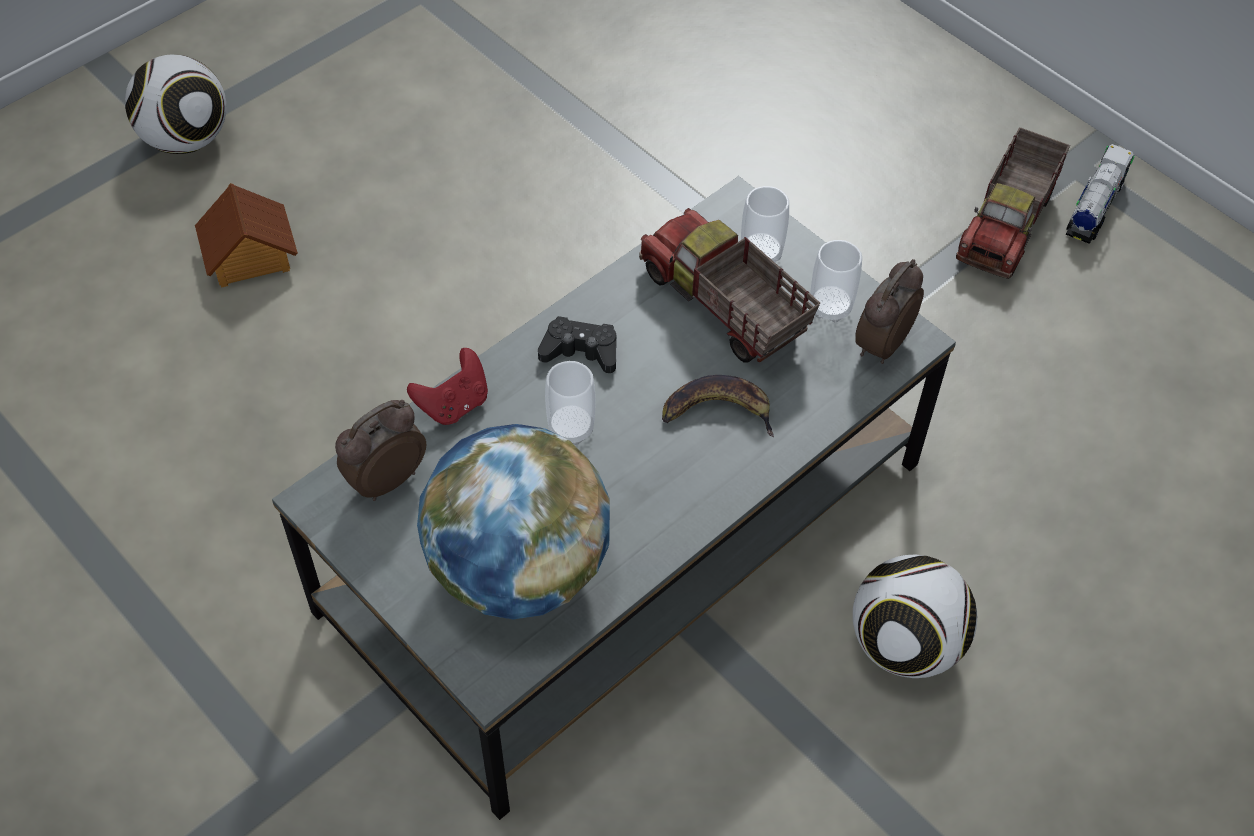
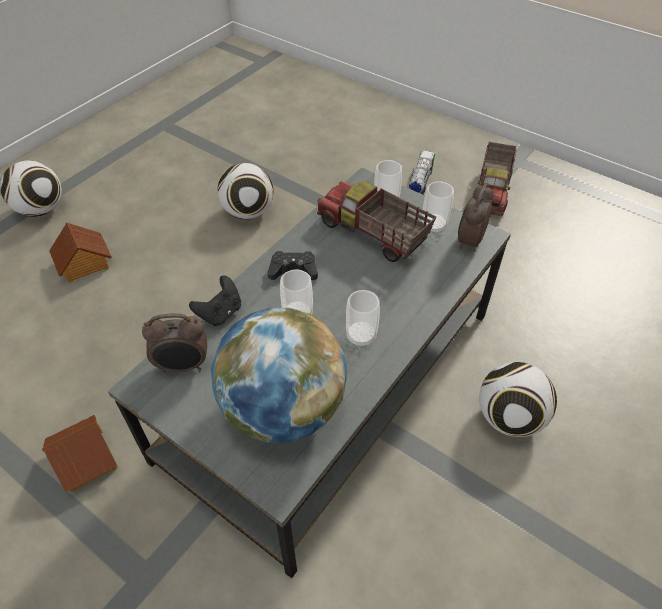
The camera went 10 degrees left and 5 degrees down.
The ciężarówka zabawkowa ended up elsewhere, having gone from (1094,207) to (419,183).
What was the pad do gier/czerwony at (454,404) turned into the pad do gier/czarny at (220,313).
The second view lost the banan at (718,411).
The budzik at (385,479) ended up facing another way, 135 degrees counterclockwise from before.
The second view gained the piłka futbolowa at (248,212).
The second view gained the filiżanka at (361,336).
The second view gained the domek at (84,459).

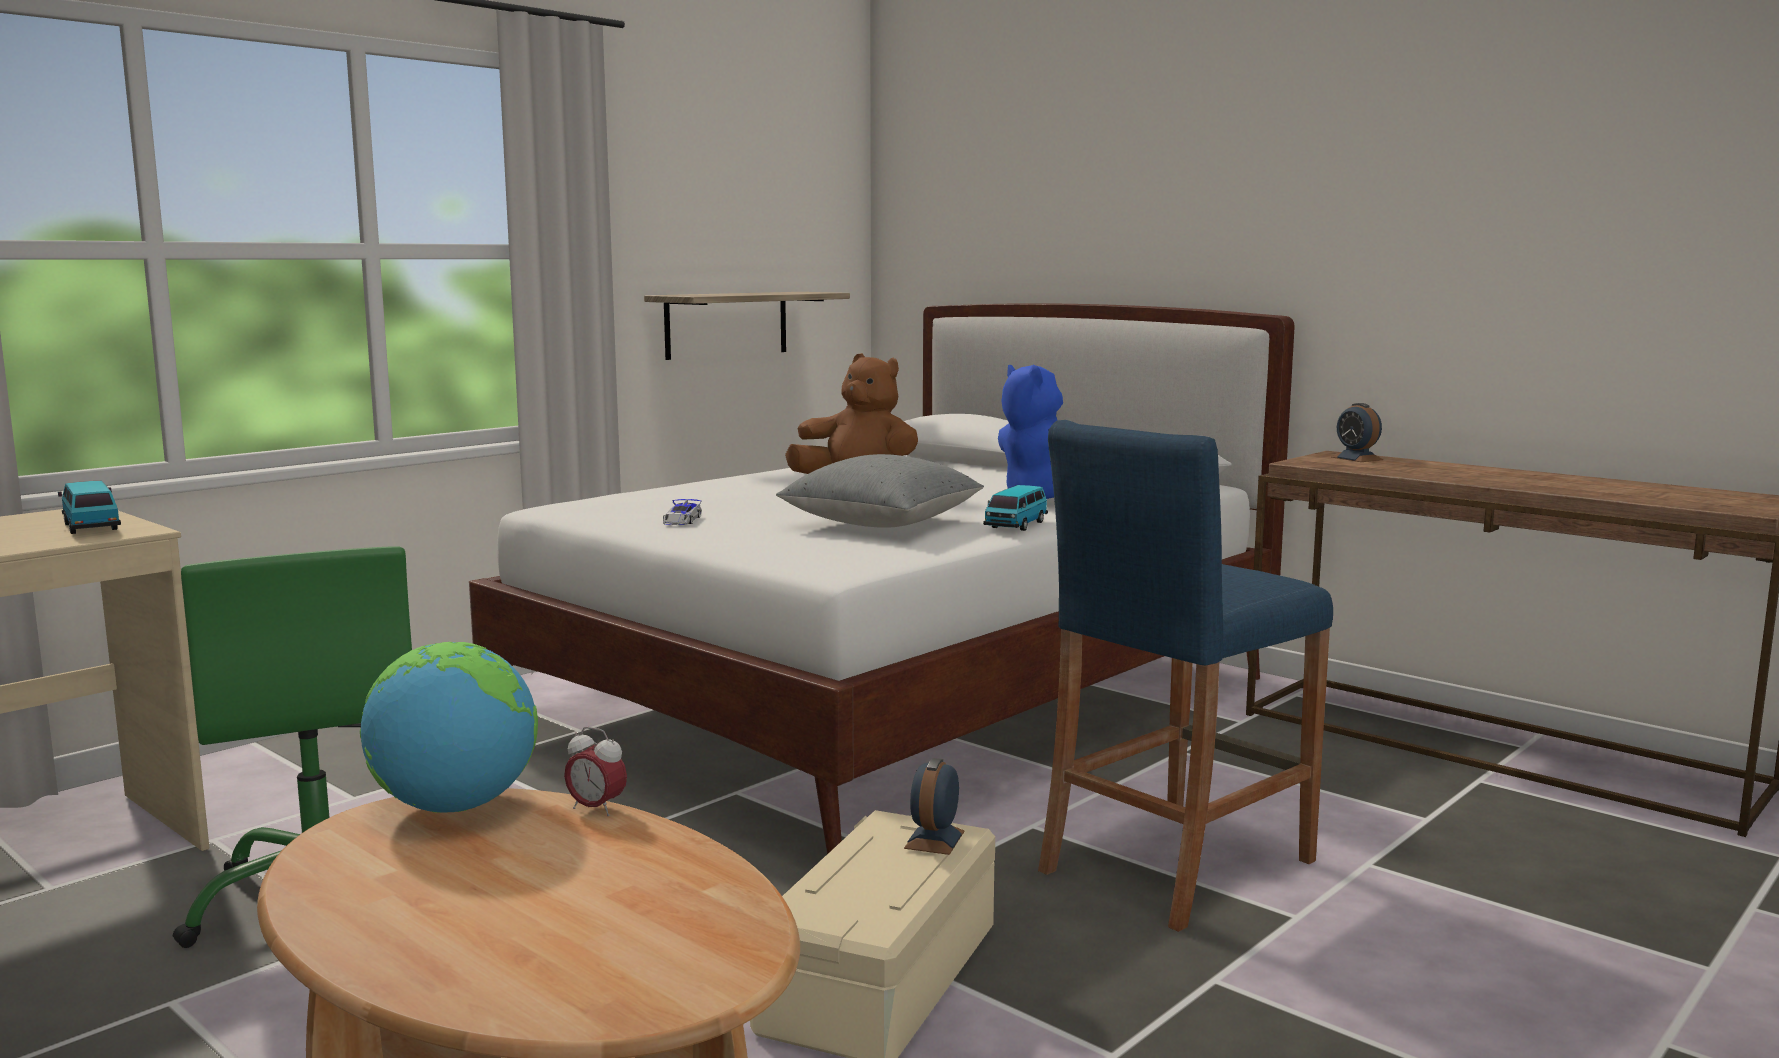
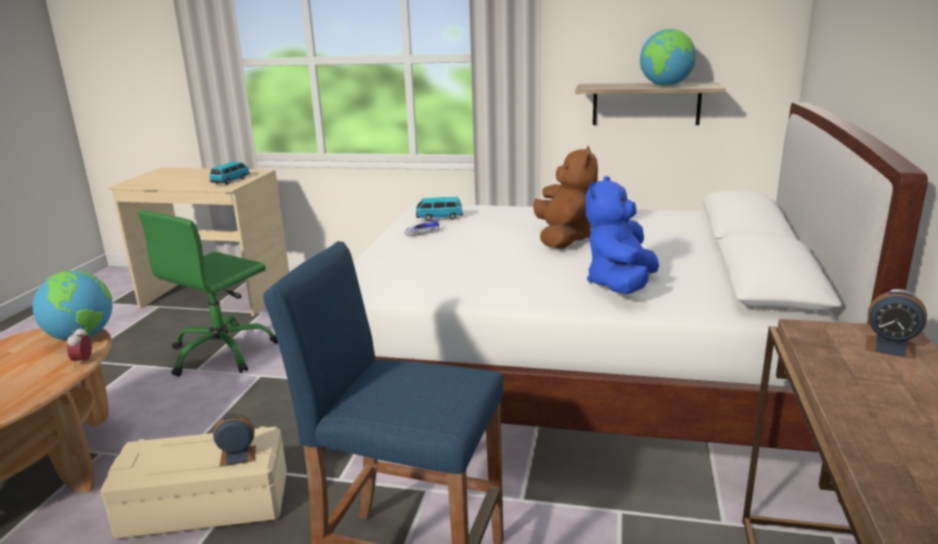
The camera went 60 degrees right and 10 degrees up.
The budzik at (1357,458) ended up facing another way, 90 degrees counterclockwise from before.
The second view lost the poduszka/szary at (881,524).
The samochodzik ended up elsewhere, having gone from (1016,525) to (439,217).
The second view gained the globus at (665,86).

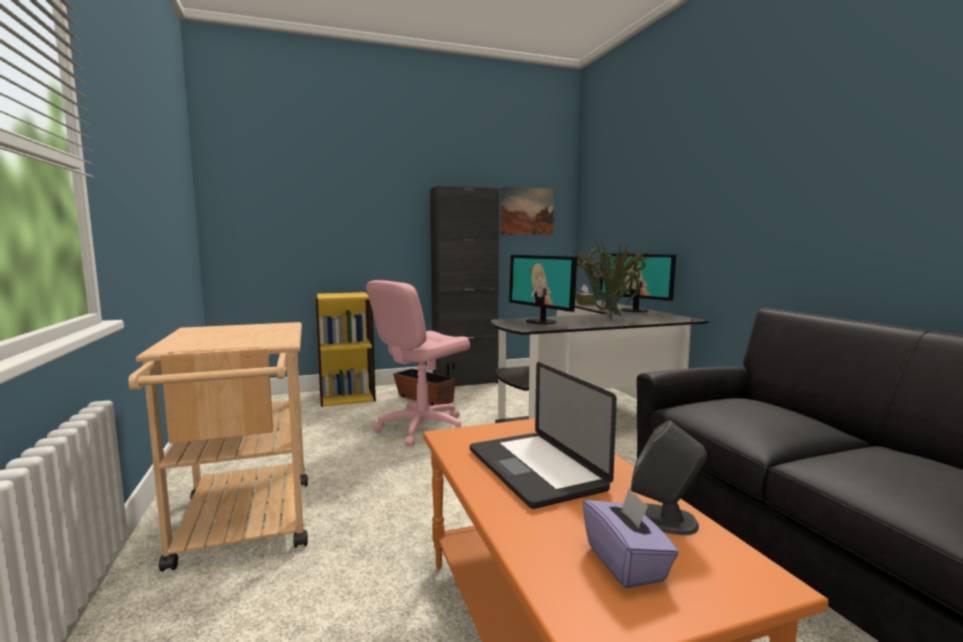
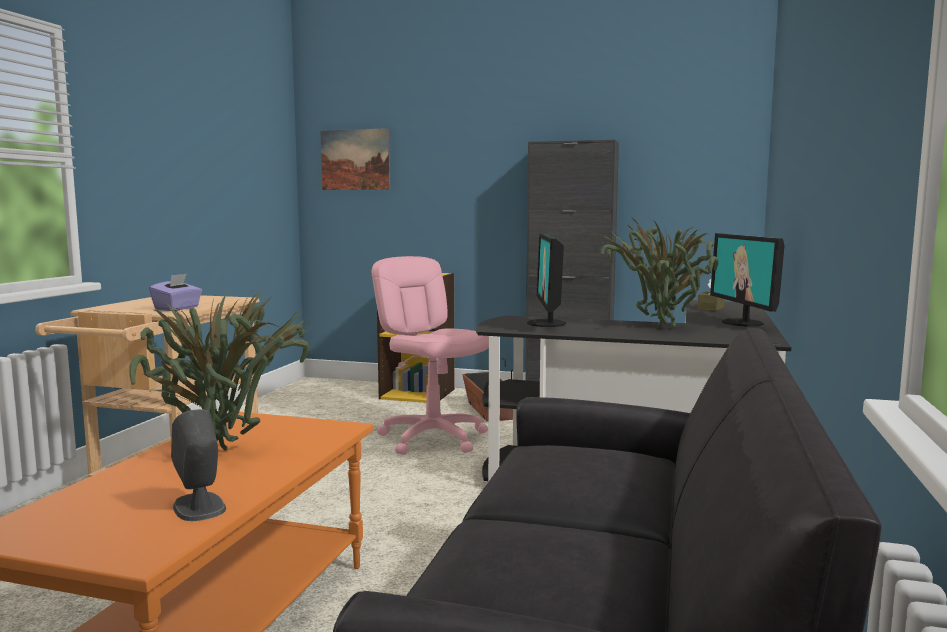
The camera went 35 degrees right and 0 degrees up.
The obraz ended up elsewhere, having gone from (527,211) to (355,159).
The krzesło biurowe/różowy at (422,428) ended up facing another way, 60 degrees clockwise from before.
Where the laptop stood at (534,469), the roślina doniczkowa came to stand at (223,454).
The pudełko chusteczek/fioletowy ended up elsewhere, having gone from (626,563) to (177,308).

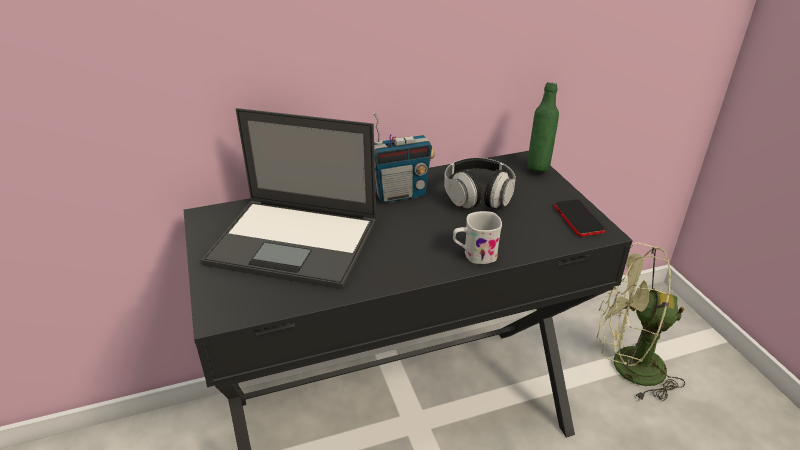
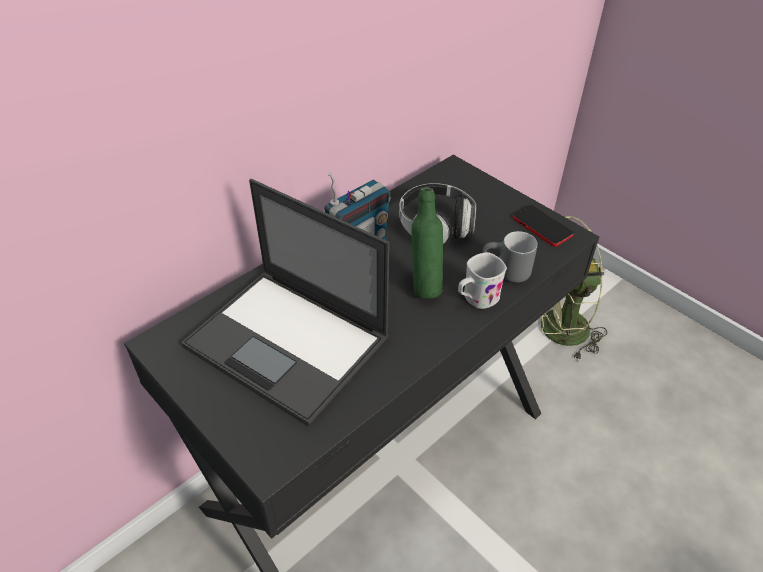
The camera went 25 degrees left and 10 degrees up.
The butelka/zielony ended up elsewhere, having gone from (538,167) to (424,286).
The laptop at (296,242) ended up facing another way, 45 degrees clockwise from before.
The second view gained the kubek/szary at (505,273).

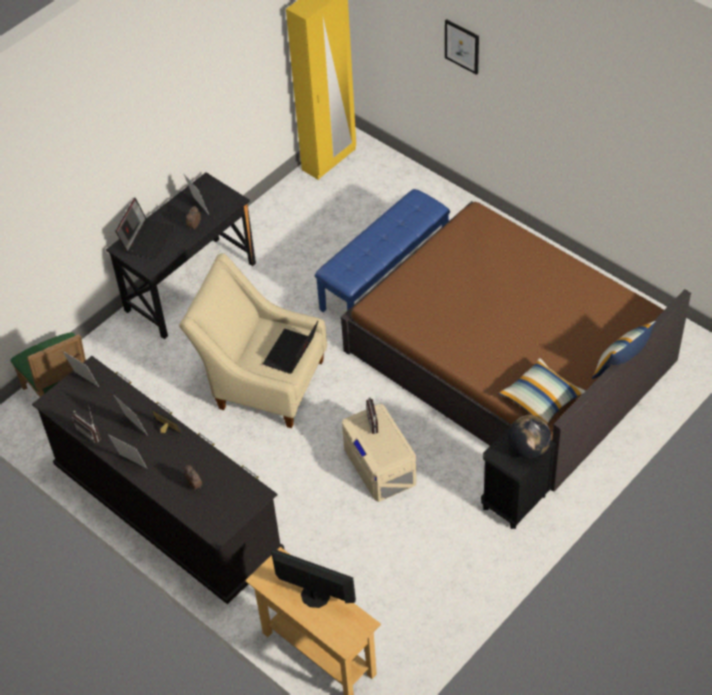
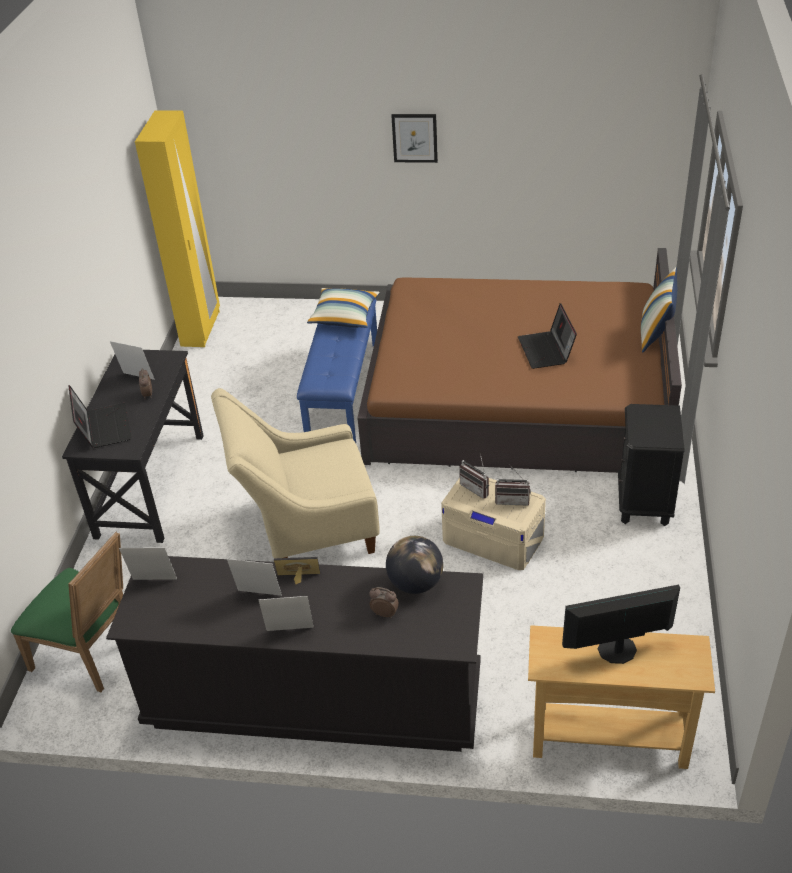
The camera went 35 degrees left and 10 degrees down.
The obraz ended up elsewhere, having gone from (462,46) to (415,137).
The laptop ended up elsewhere, having gone from (291,354) to (546,350).
The poduszka ended up elsewhere, having gone from (541,399) to (344,317).
The radio ended up elsewhere, having gone from (91,432) to (512,500).
The globus ended up elsewhere, having gone from (528,448) to (415,583).

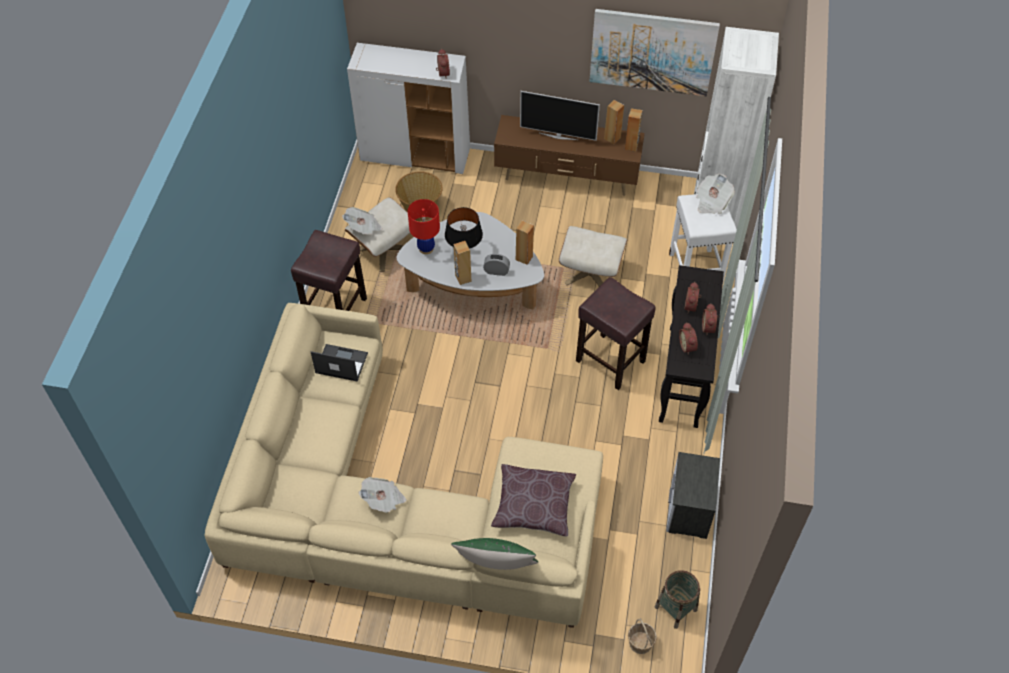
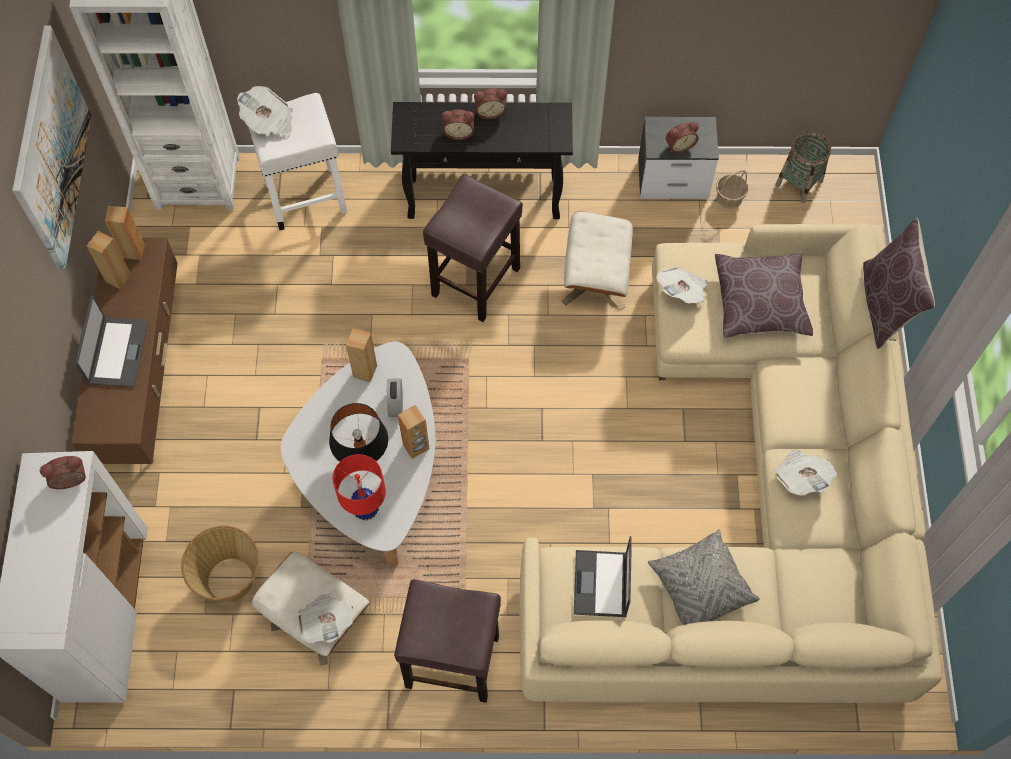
The camera went 100 degrees left and 10 degrees up.
Where the telewizor stood at (558,136), the laptop came to stand at (117,352).
The pufa/beżowy ended up elsewhere, having gone from (591,272) to (595,280).
The budzik ended up elsewhere, having gone from (688,346) to (679,145).
What was the poduszka/zielony at (496,568) turned into the poduszka/brązowy at (885,305).
The koszyk ended up elsewhere, having gone from (640,643) to (729,198).
The second view gained the gazeta at (682,291).
The second view gained the poduszka/szary at (700,586).

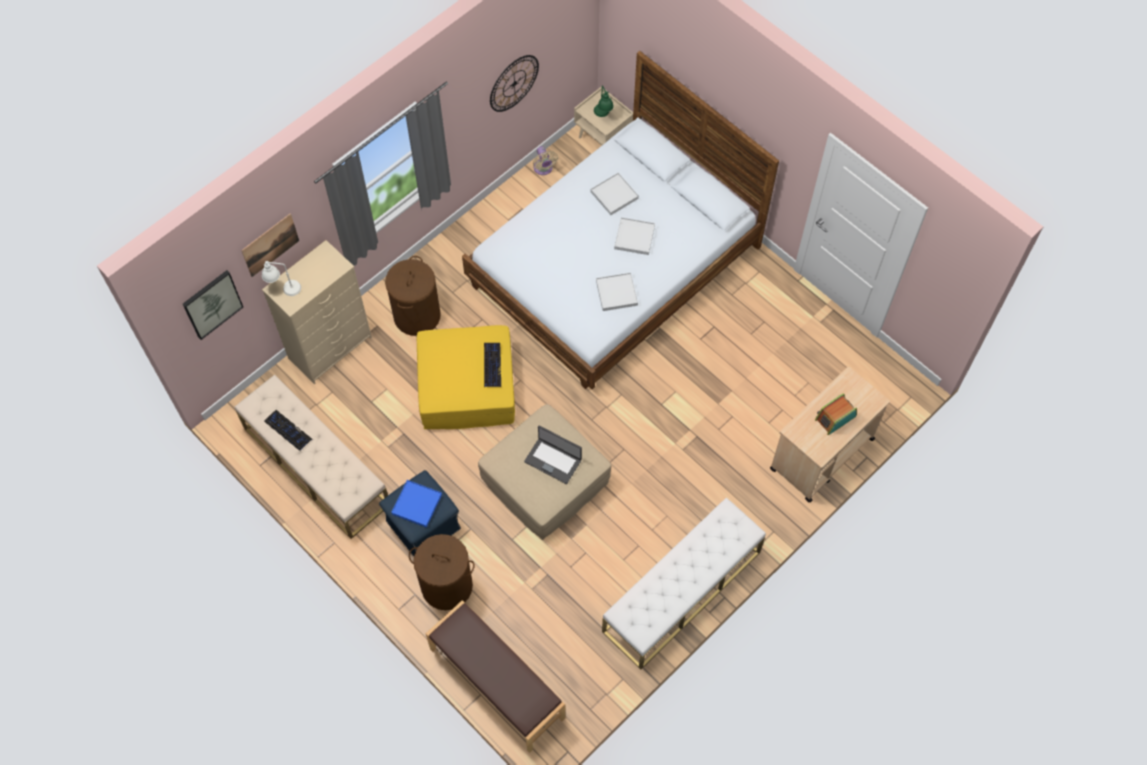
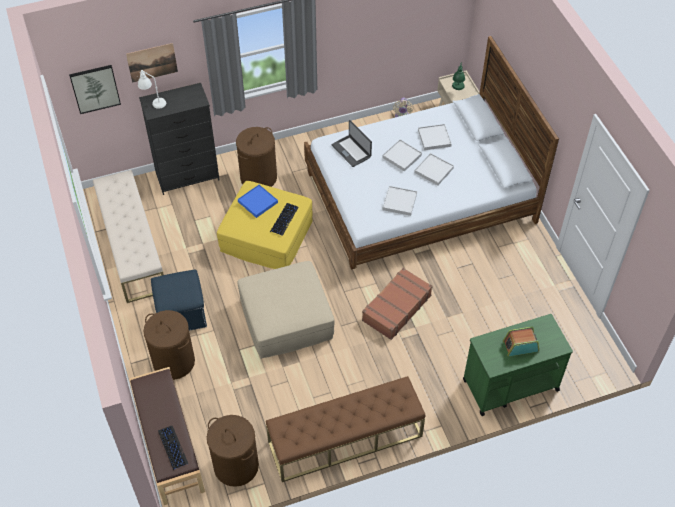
The camera went 25 degrees right and 10 degrees down.
The second view lost the zegar ścienny at (514,83).
What was the komoda/beżowy at (331,347) turned into the komoda/czarny at (188,176).
What was the wózek/beżowy at (821,454) turned into the wózek/zielony at (510,385).
The klawiatura ended up elsewhere, having gone from (288,430) to (172,447).
The laptop ended up elsewhere, having gone from (553,460) to (351,151).
The taca/niebieski ended up elsewhere, having gone from (416,504) to (257,202).
What was the ławka/biały at (681,592) turned into the ławka/brązowy at (345,439).
The second view gained the taca/biały at (402,156).
The second view gained the walizka/brązowy at (396,308).
The second view gained the kosz na pranie/brązowy at (236,466).

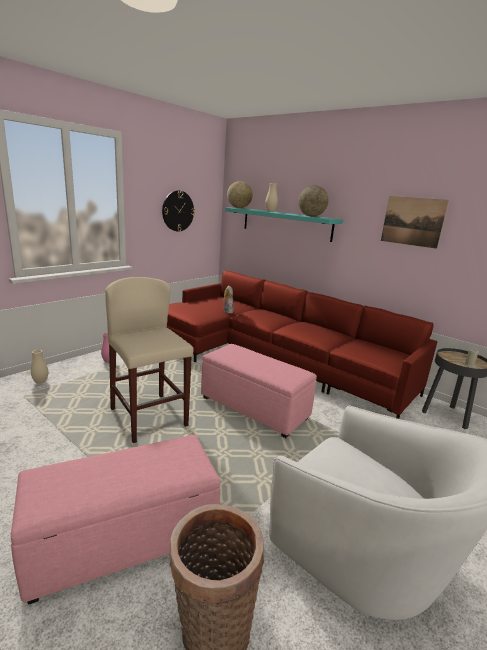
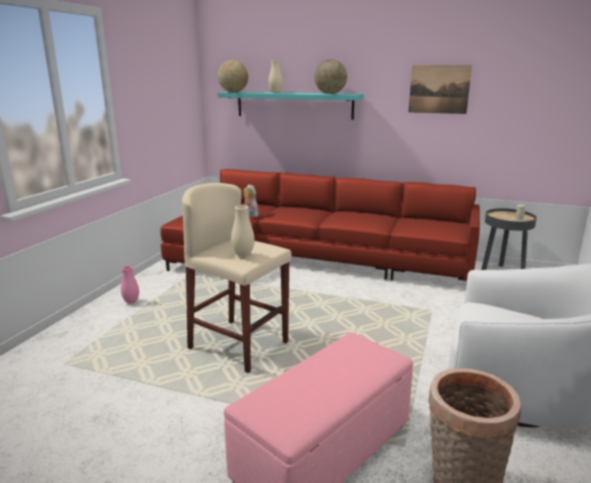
The camera went 20 degrees left and 0 degrees up.
The second view lost the zegar ścienny at (178,211).
The second view lost the pufa/różowy at (254,408).
The wazon/beżowy ended up elsewhere, having gone from (40,382) to (243,255).

